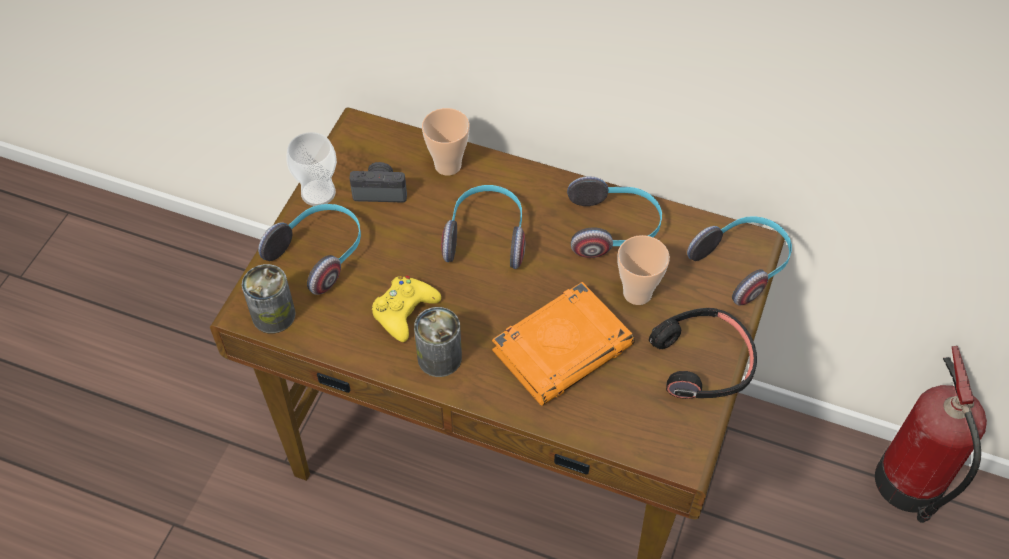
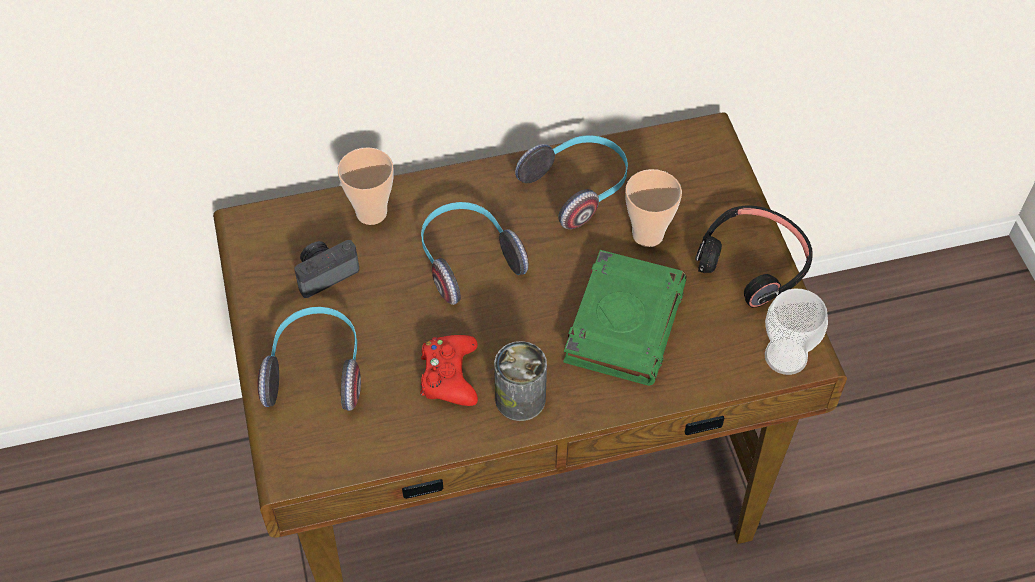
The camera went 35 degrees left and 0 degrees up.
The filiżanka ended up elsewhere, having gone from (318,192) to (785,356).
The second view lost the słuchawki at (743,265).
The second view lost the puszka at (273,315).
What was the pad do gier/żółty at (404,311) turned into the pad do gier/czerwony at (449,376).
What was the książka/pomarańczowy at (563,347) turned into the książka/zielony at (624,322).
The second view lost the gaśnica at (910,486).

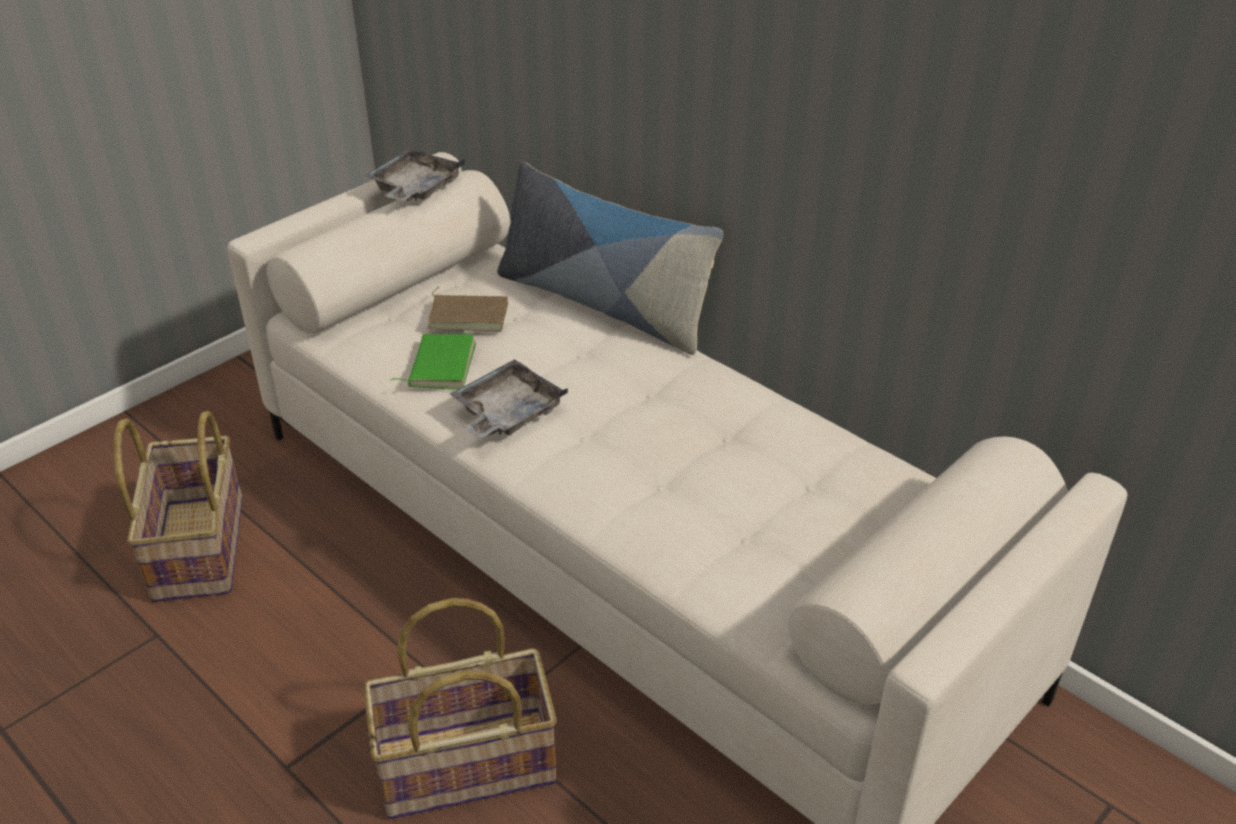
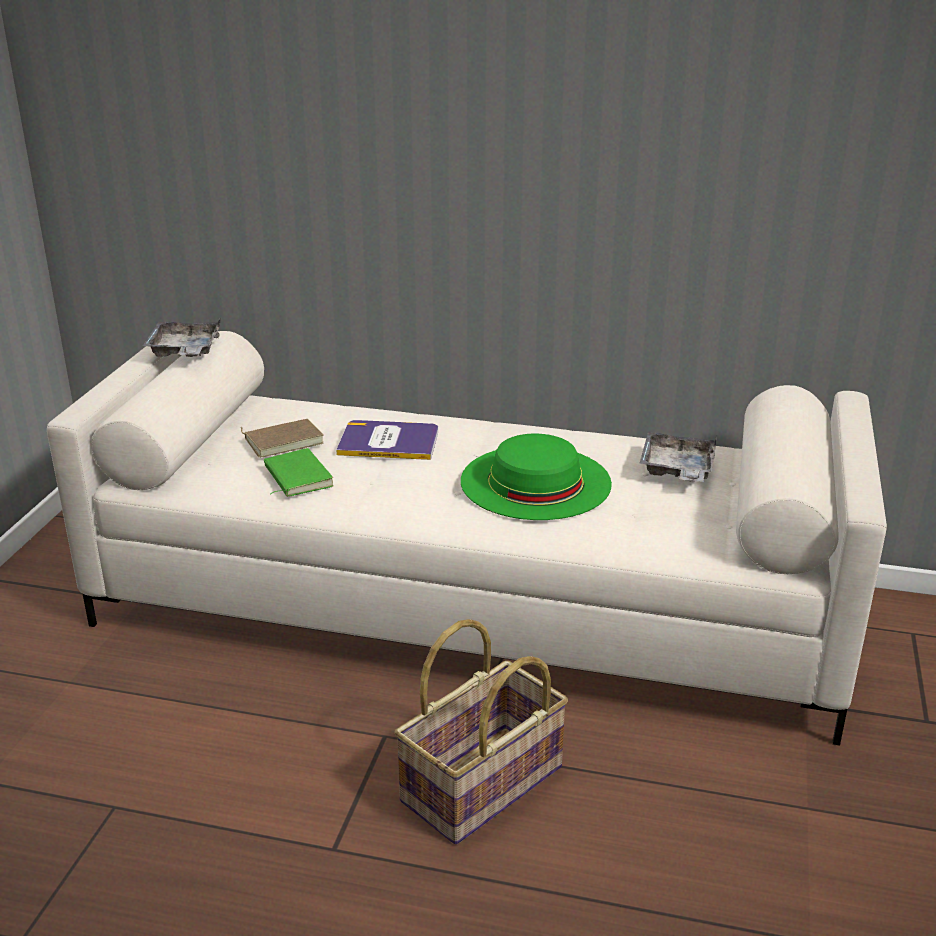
The camera went 30 degrees left and 10 degrees down.
The second view lost the poduszka at (604,304).
The taca/szary ended up elsewhere, having gone from (507,413) to (677,470).
The second view lost the koszyk at (196,547).
The second view gained the książka at (389,442).
The second view gained the kapelusz/zielony at (535,482).

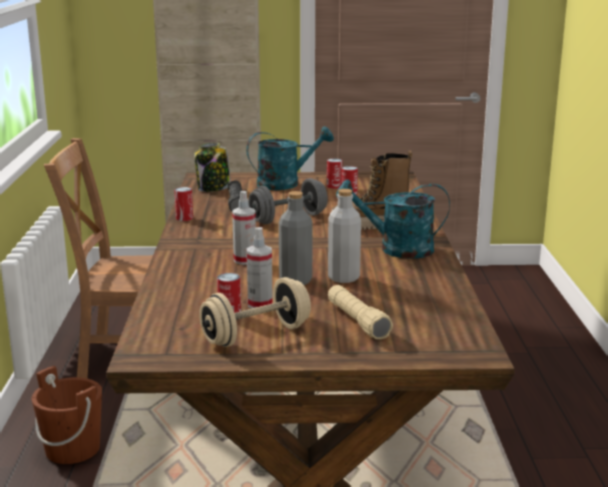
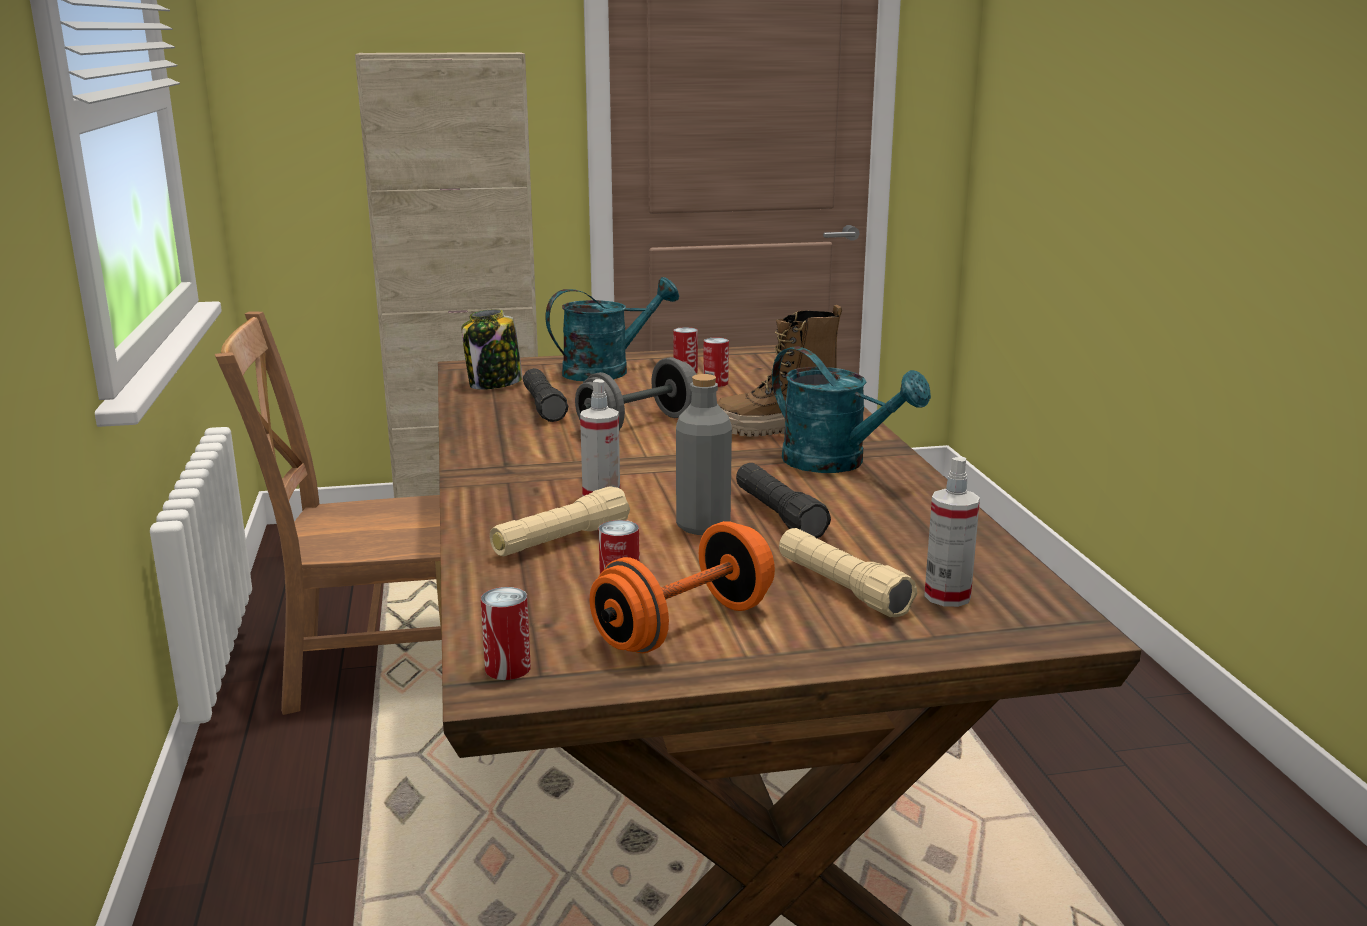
The camera went 10 degrees left and 0 degrees up.
The konewka/turkusowy at (396,249) ended up facing another way, 135 degrees counterclockwise from before.
The puszka ended up elsewhere, having gone from (184,218) to (508,668).
Where the butelka/szary stood at (343,278), the latarka/czarny came to stand at (778,515).
The spryskiwacz ended up elsewhere, having gone from (260,304) to (947,596).
What was the hantel/beżowy at (256,335) turned into the hantel/pomarańczowy at (684,627).
The second view lost the wiadro/brązowy at (72,449).
The second view gained the latarka/beżowy at (561,541).

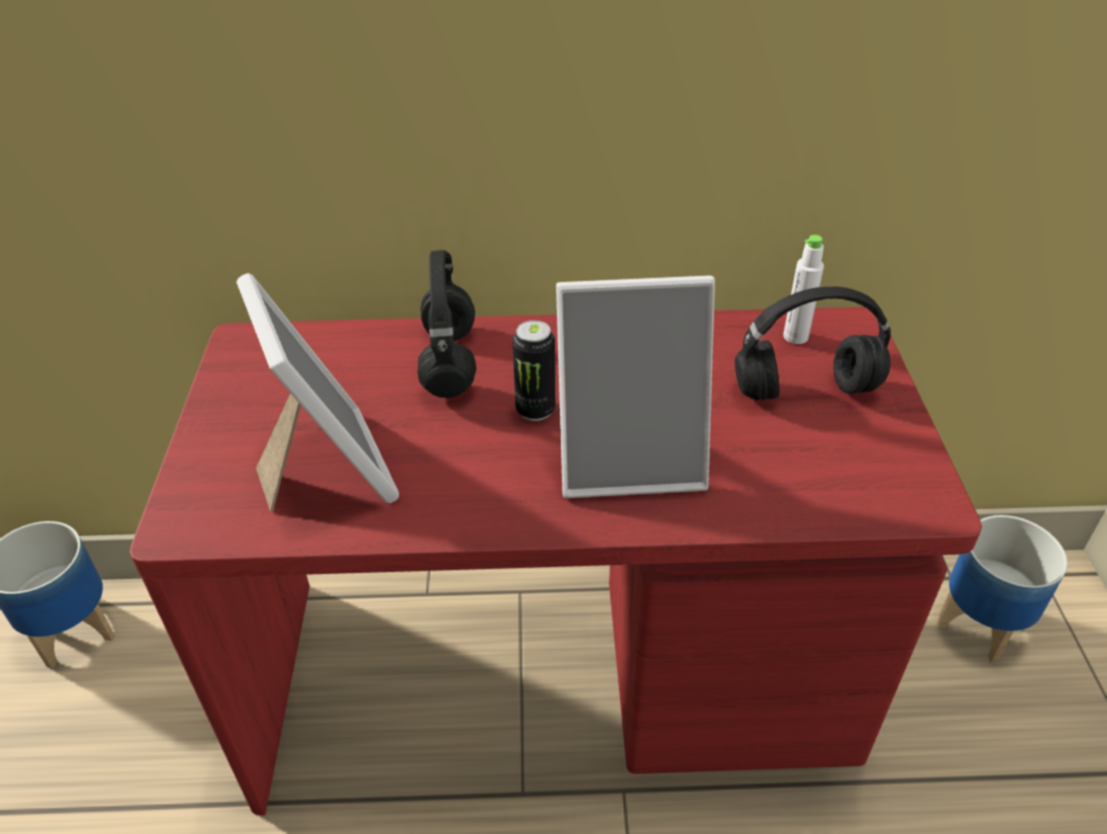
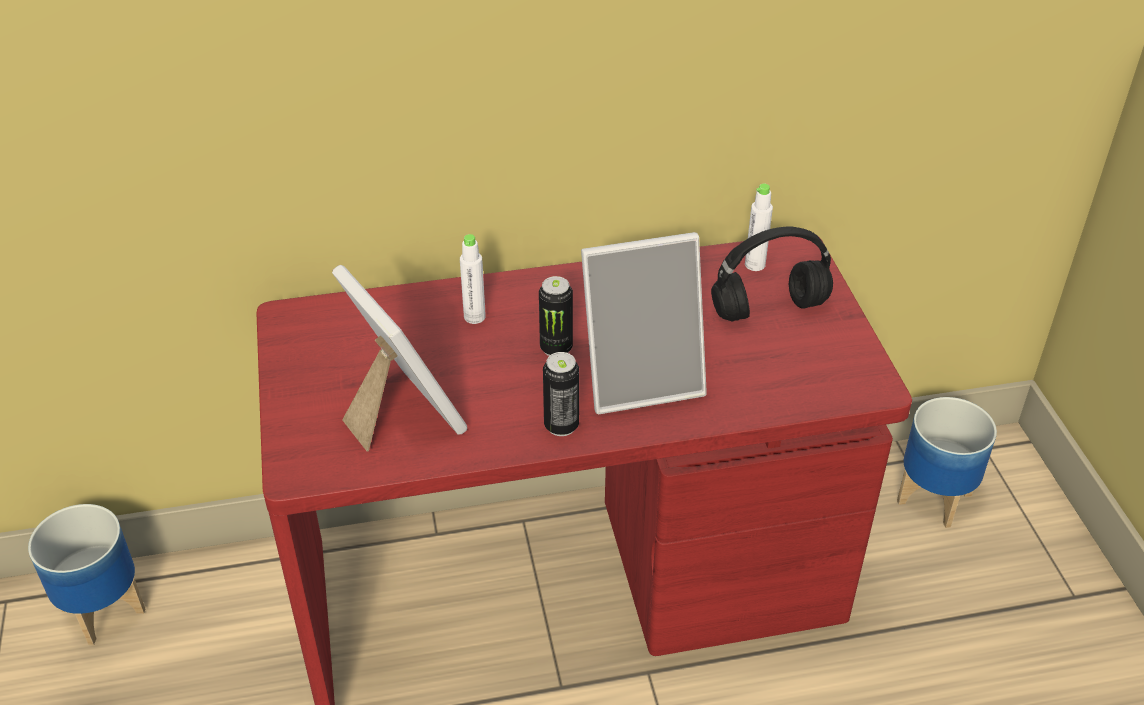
The camera went 10 degrees left and 0 degrees up.
Where the słuchawki/czarny stood at (450,363), the butelka/biały came to stand at (474,317).
The second view gained the puszka at (561,426).

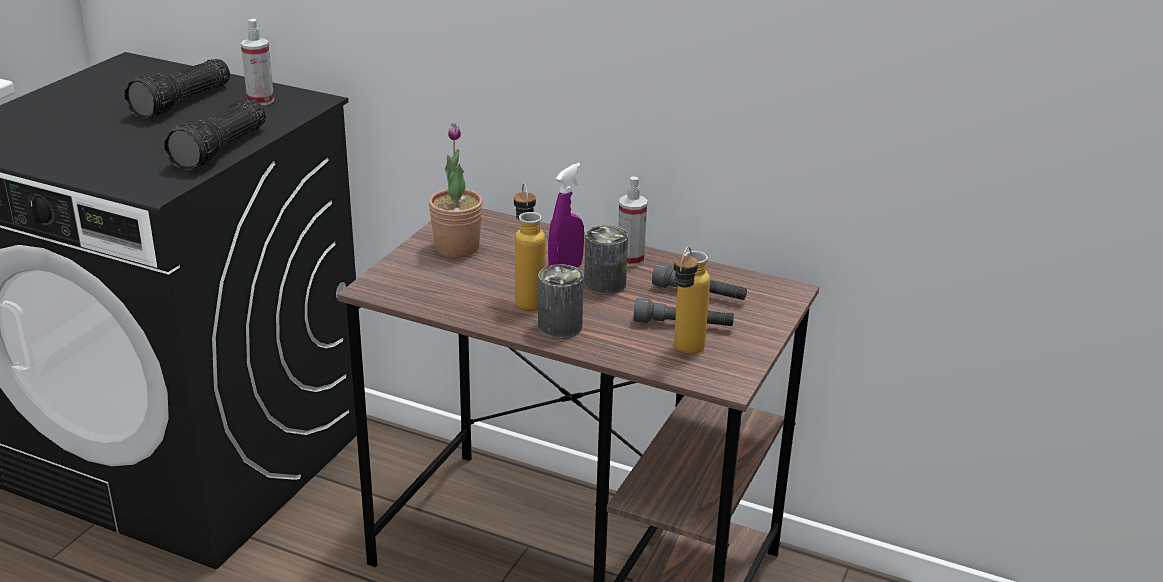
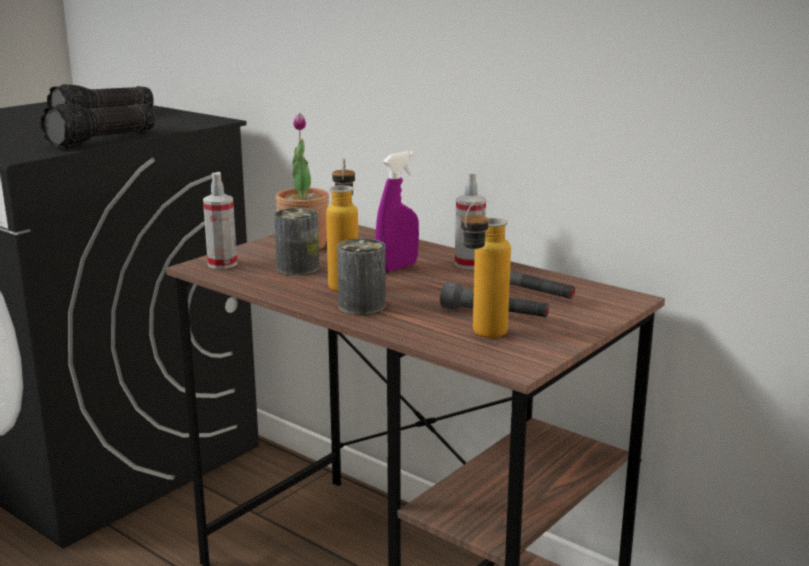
The camera went 15 degrees right and 10 degrees down.
The spryskiwacz ended up elsewhere, having gone from (260,101) to (222,264).
The puszka ended up elsewhere, having gone from (605,284) to (298,268).

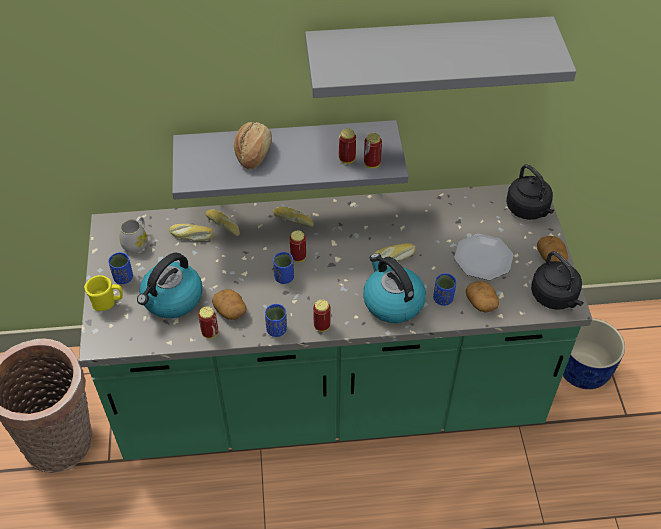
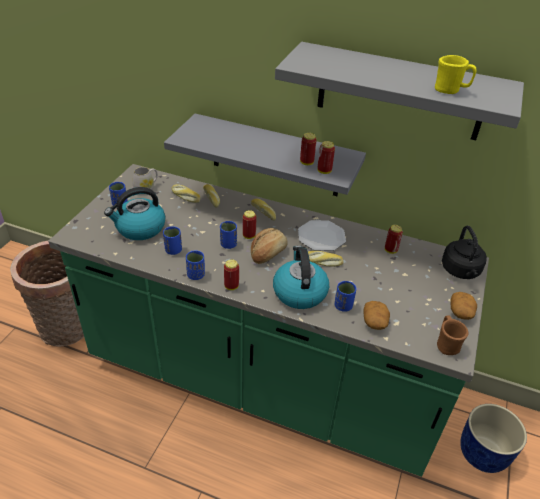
The camera went 25 degrees right and 10 degrees down.
The chleb ended up elsewhere, having gone from (253,153) to (268,253).
The talerz ended up elsewhere, having gone from (482,258) to (321,237).
Where the czajnik/czarny stood at (555,297), the kubek/brązowy came to stand at (446,344).
The kubek/żółty ended up elsewhere, having gone from (107,302) to (450,90).
Where the ziemniak stood at (230,310), the filiżanka/niebieski came to stand at (173,250).
The puszka ended up elsewhere, having gone from (210,333) to (390,250).

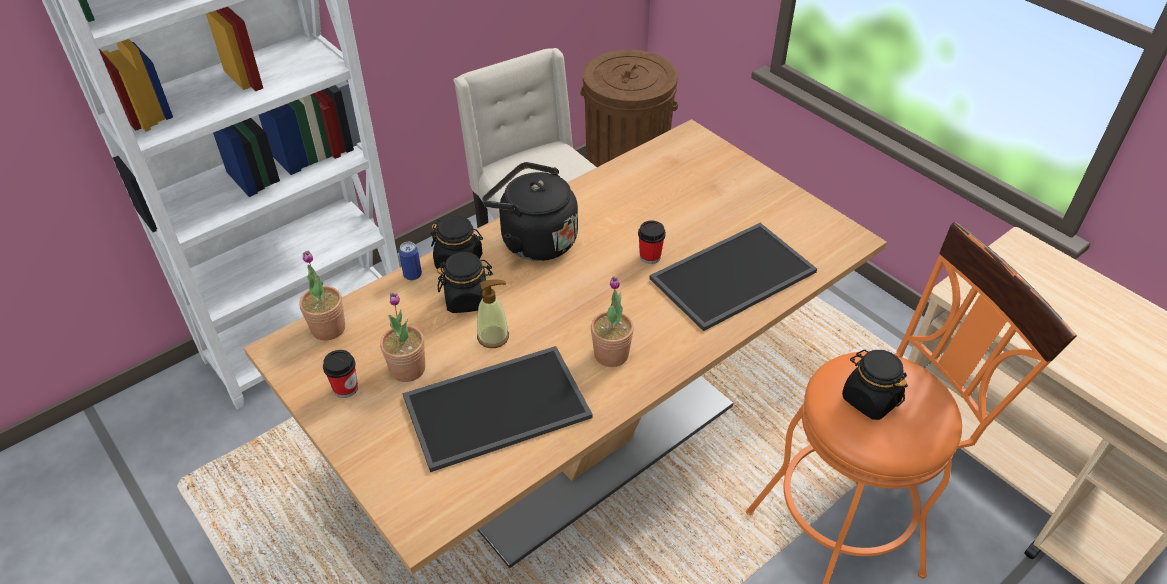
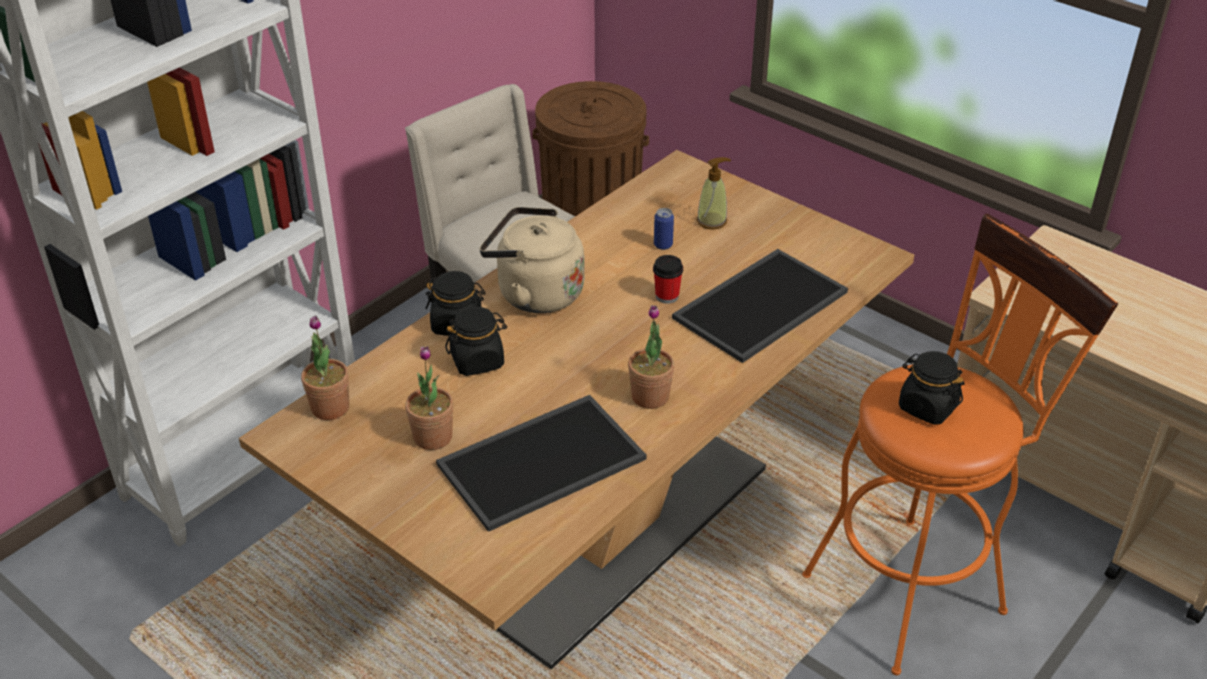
The camera went 10 degrees left and 5 degrees down.
What was the czajnik/czarny at (534,240) turned into the czajnik/beżowy at (535,293).
The puszka ended up elsewhere, having gone from (412,275) to (663,245).
The dozownik mydła ended up elsewhere, having gone from (493,337) to (712,221).
The second view lost the filiżanka at (346,388).

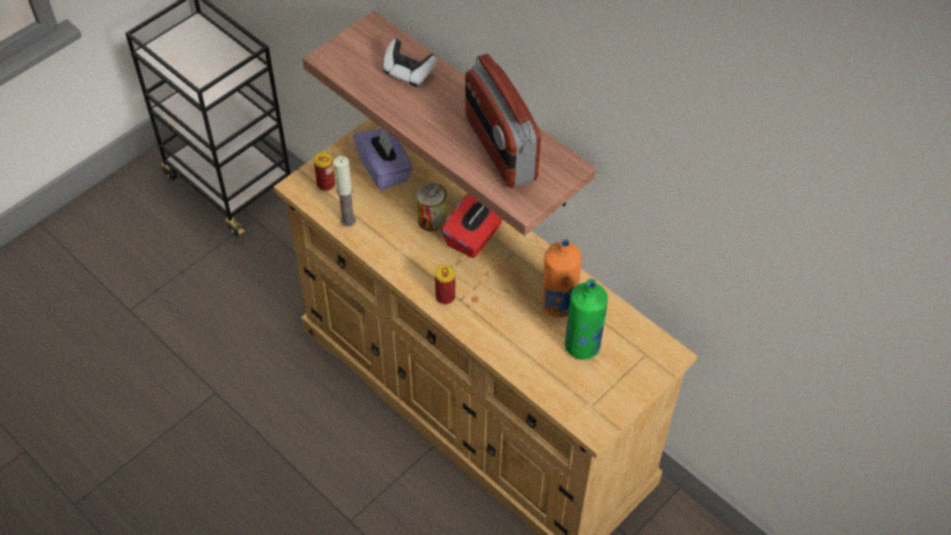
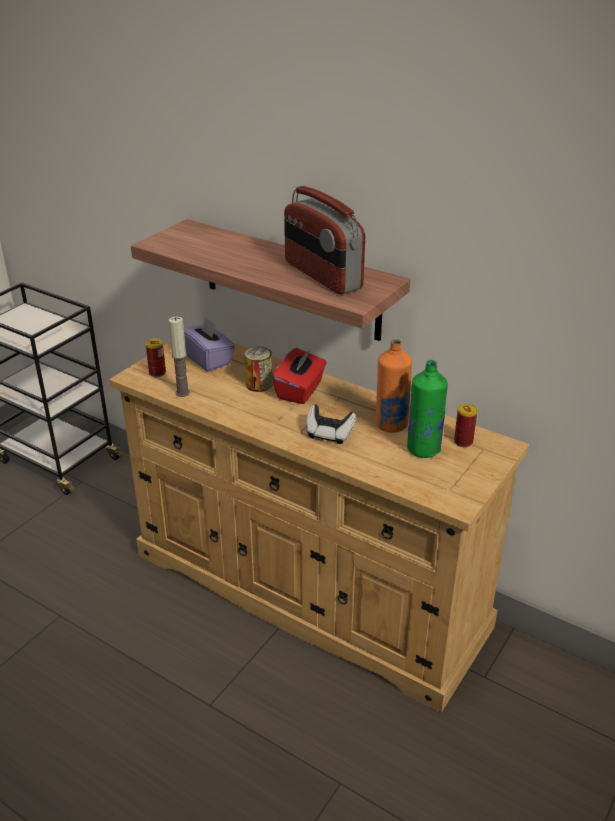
The camera went 10 degrees left and 20 degrees down.
The pad do gier ended up elsewhere, having gone from (408,73) to (329,434).
The puszka ended up elsewhere, having gone from (445,296) to (463,442).

